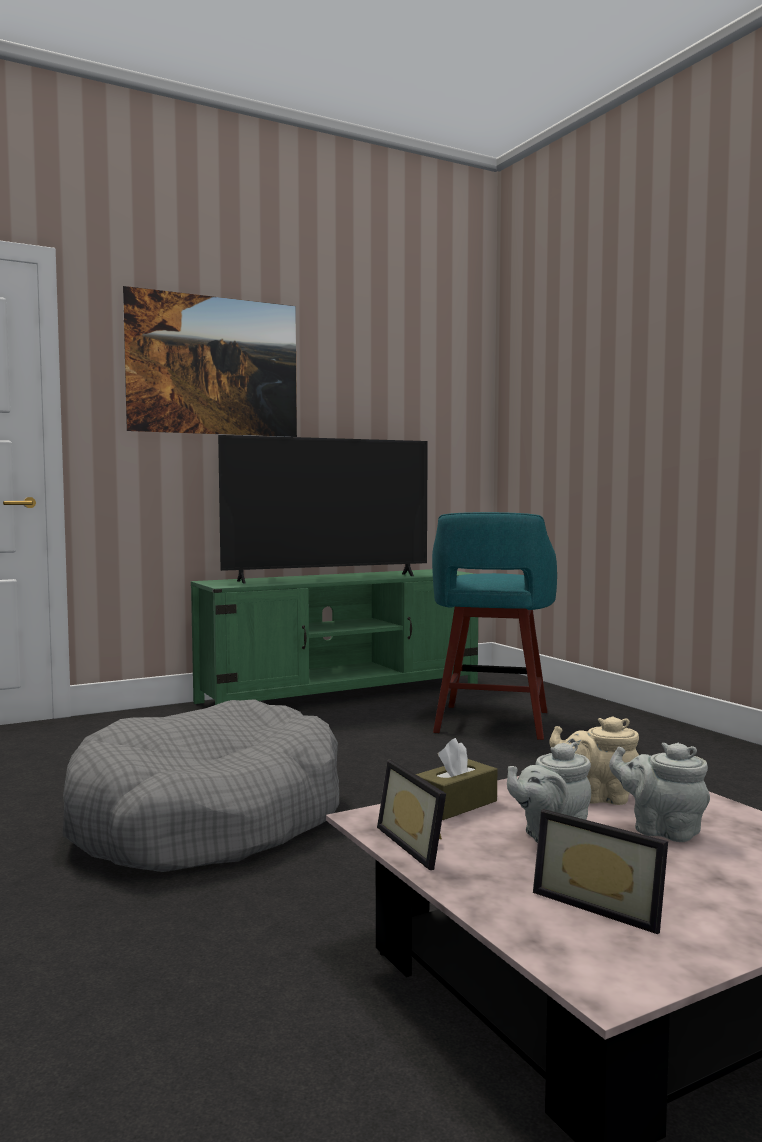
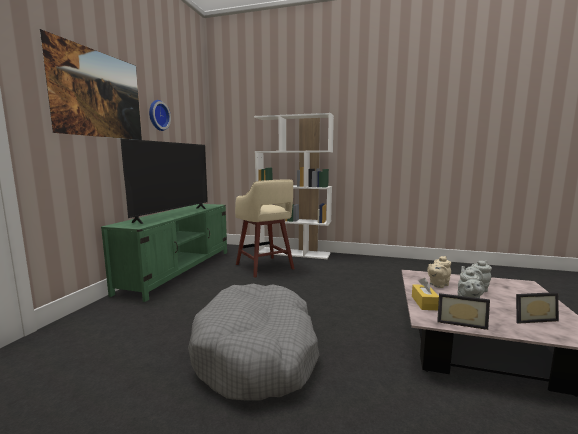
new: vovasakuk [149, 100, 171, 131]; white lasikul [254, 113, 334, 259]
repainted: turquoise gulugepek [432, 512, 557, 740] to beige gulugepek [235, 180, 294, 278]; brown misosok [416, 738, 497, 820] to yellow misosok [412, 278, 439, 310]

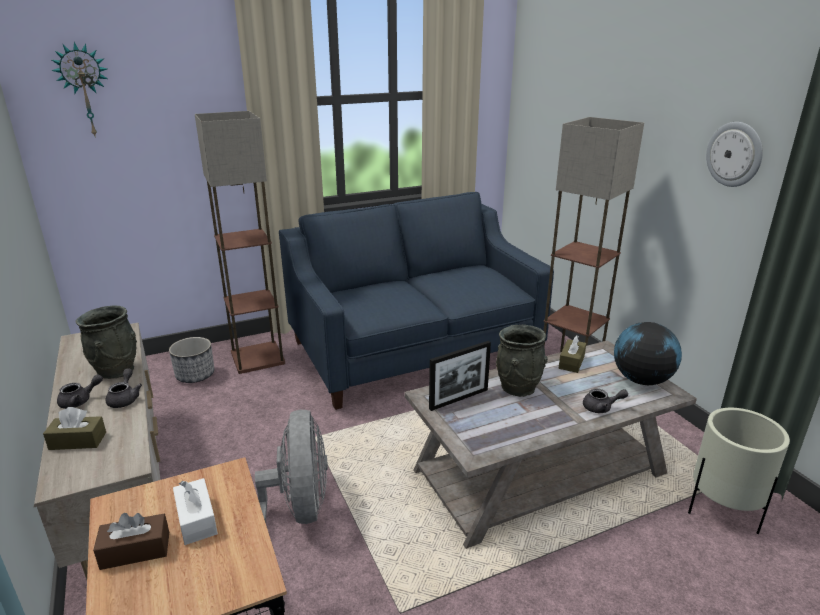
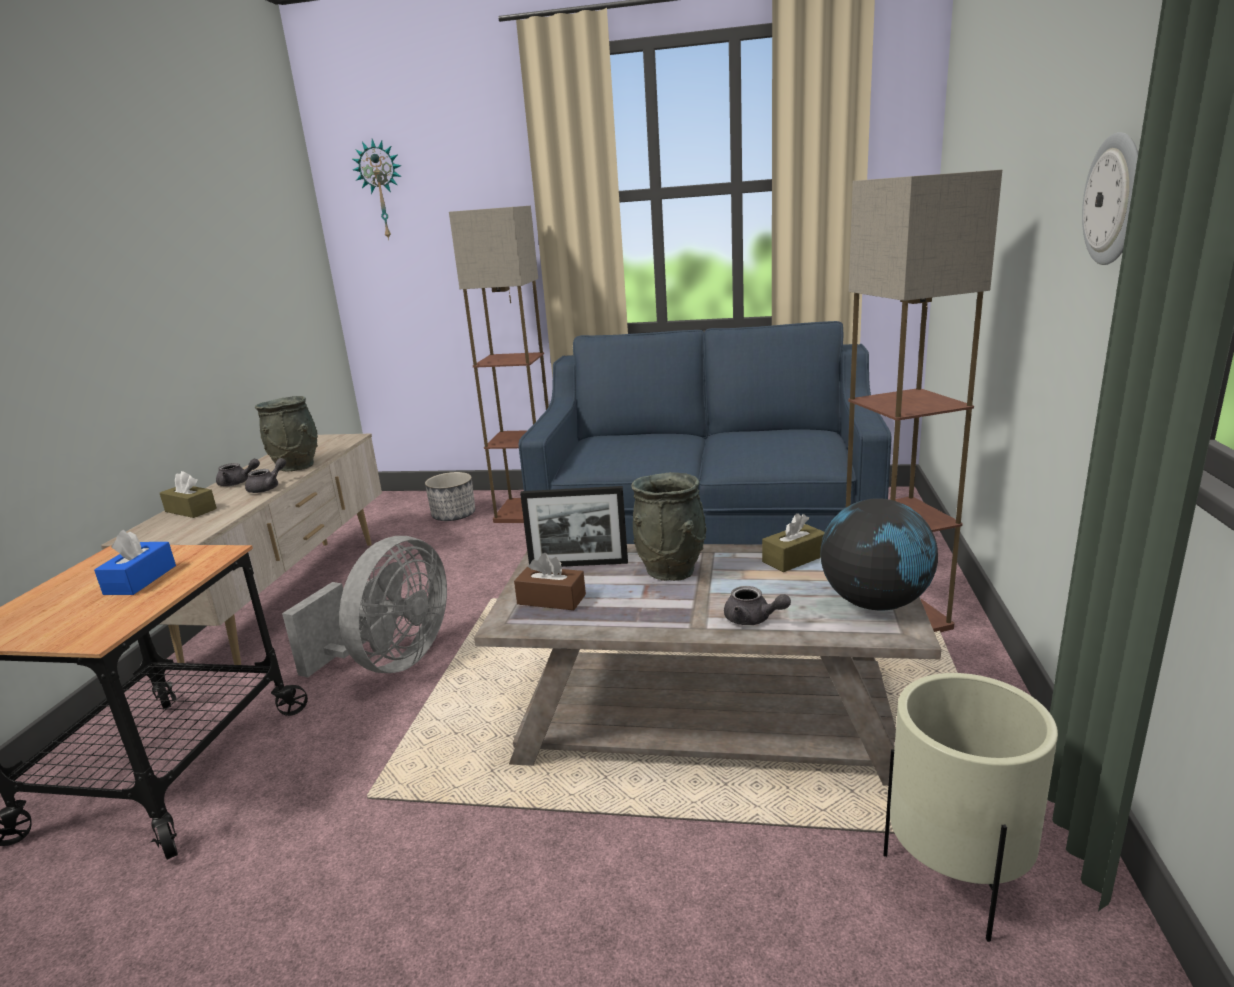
shifted: brown misosok [93, 513, 169, 570] to [514, 553, 586, 610]
repainted: white misosok [173, 478, 218, 545] to blue misosok [94, 530, 176, 595]

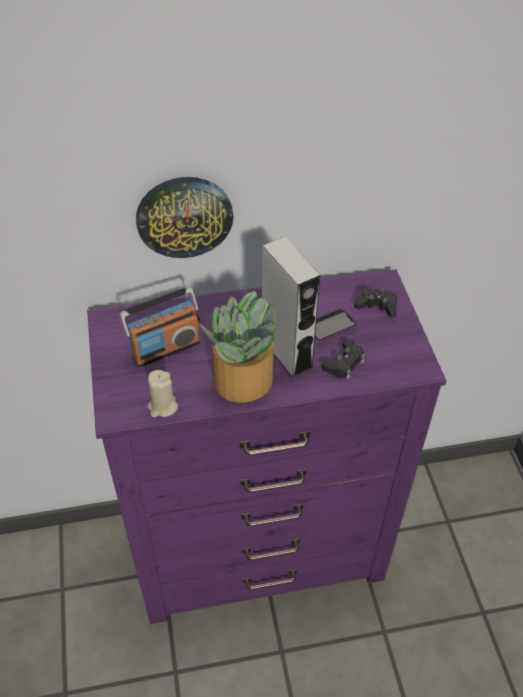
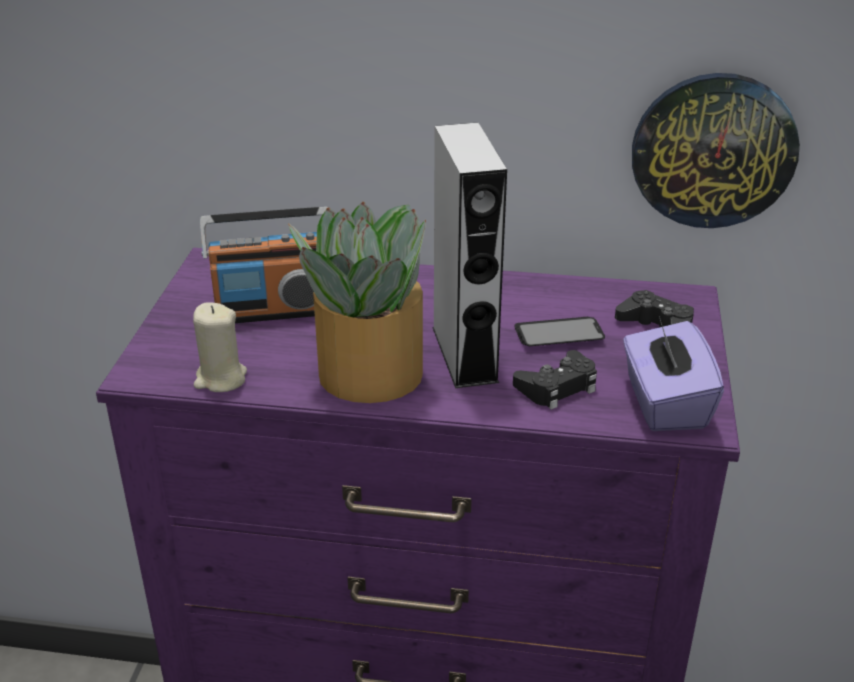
new: purple misosok [623, 316, 724, 431]
shifted: vovasakuk [136, 177, 233, 258] to [632, 73, 800, 228]

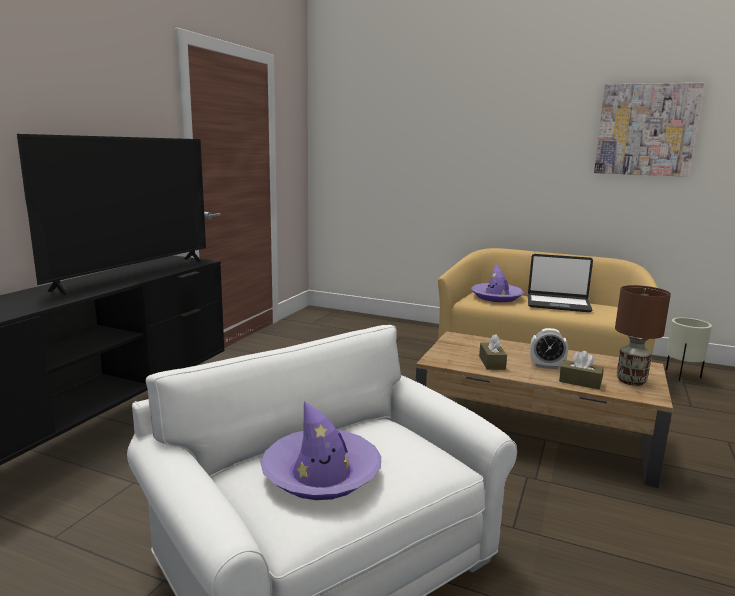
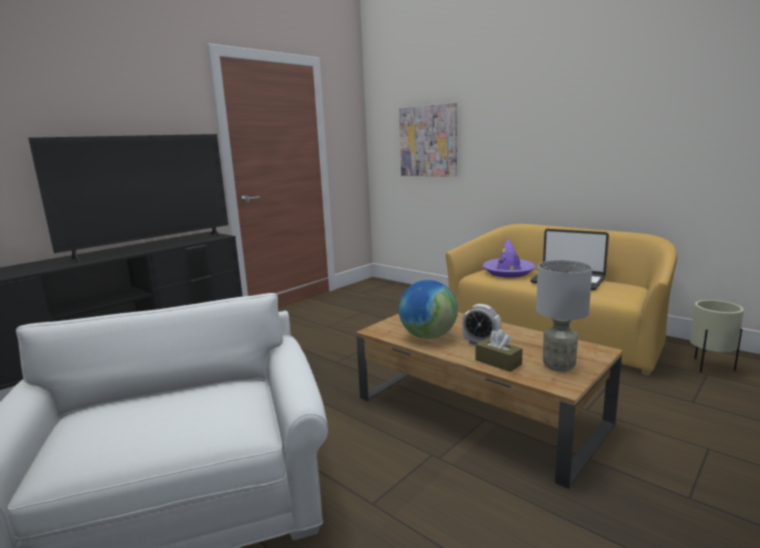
gone: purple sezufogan [260, 401, 381, 500]
shifted: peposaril [594, 83, 704, 177] to [399, 103, 457, 177]
swapped: brown misosok [479, 335, 507, 370] to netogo [399, 280, 458, 339]
repainted: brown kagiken [615, 285, 671, 386] to grey kagiken [536, 260, 592, 372]

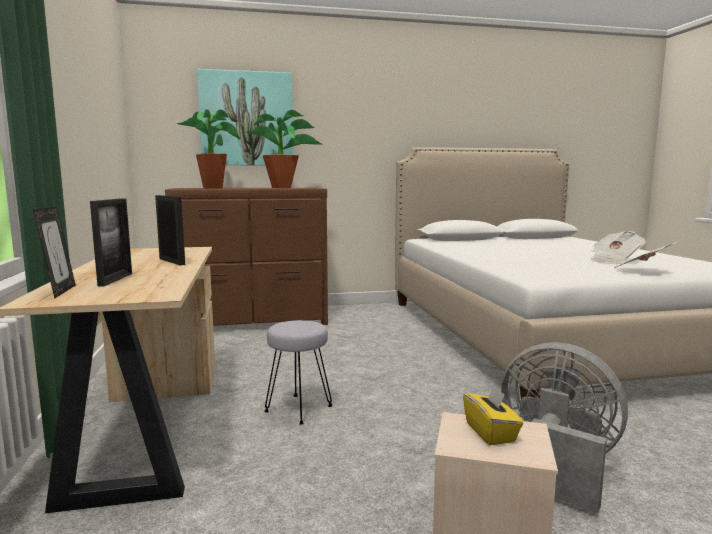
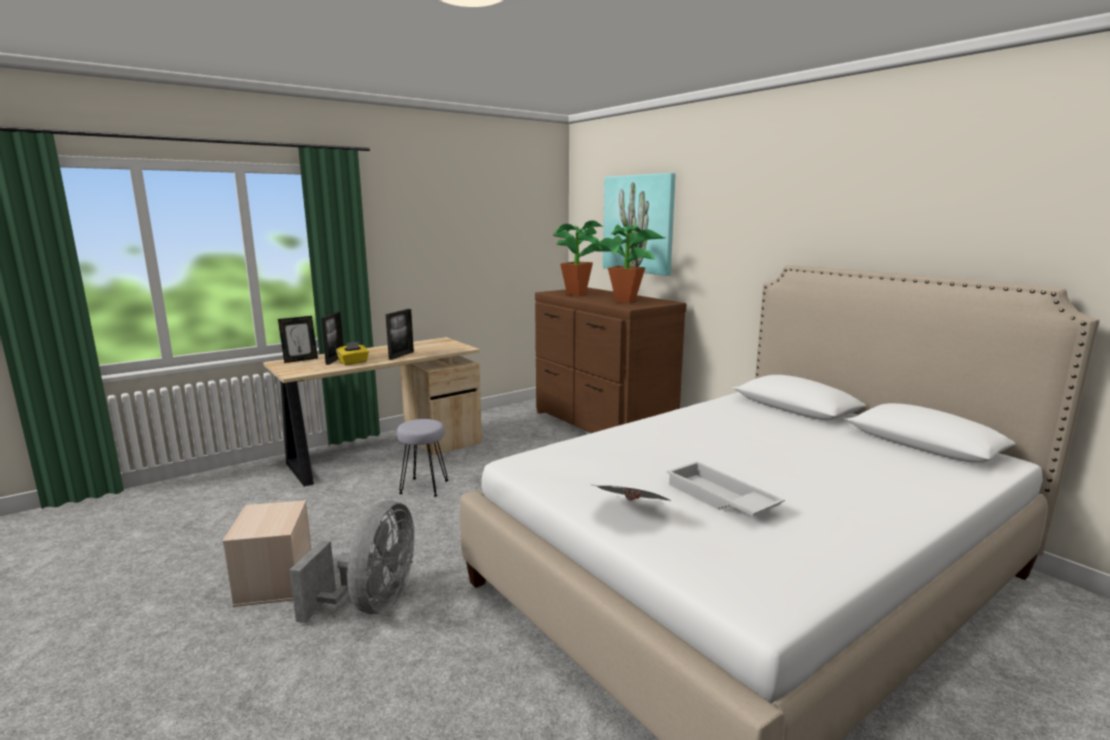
shifted: yellow misosok [463, 385, 523, 445] to [336, 341, 369, 365]
swapped: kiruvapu [590, 231, 646, 262] to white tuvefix [666, 461, 785, 516]
rotated: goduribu [90, 198, 132, 287] = [321, 312, 343, 365] 60 degrees counterclockwise

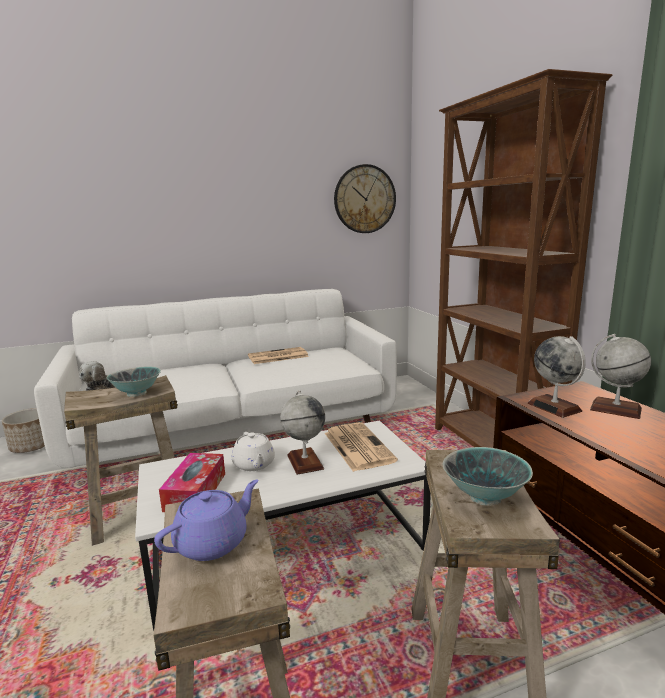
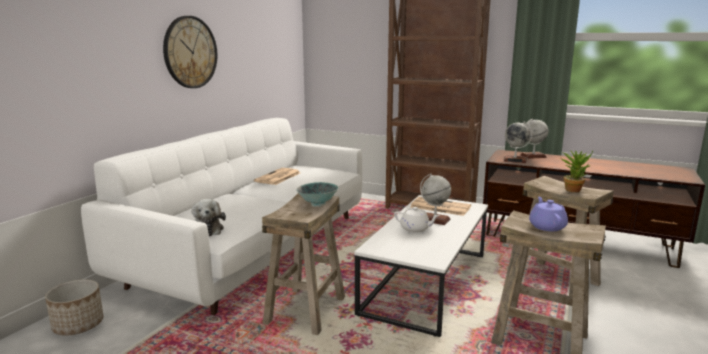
gone: misosok [159, 453, 225, 512]
shifted: vovasakuk [334, 164, 396, 233] to [163, 16, 217, 88]
swapped: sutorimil [443, 447, 533, 506] to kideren [560, 151, 593, 192]

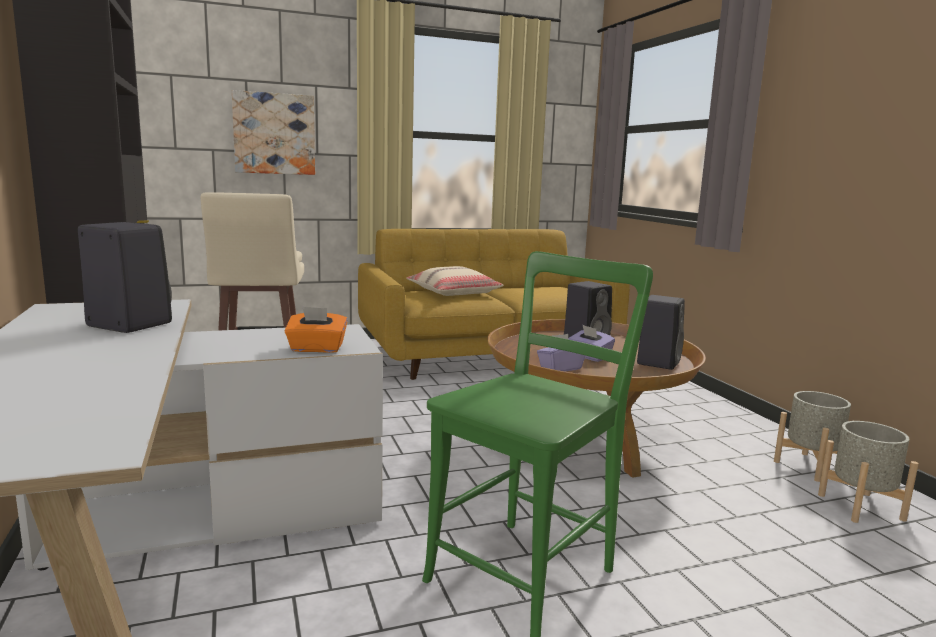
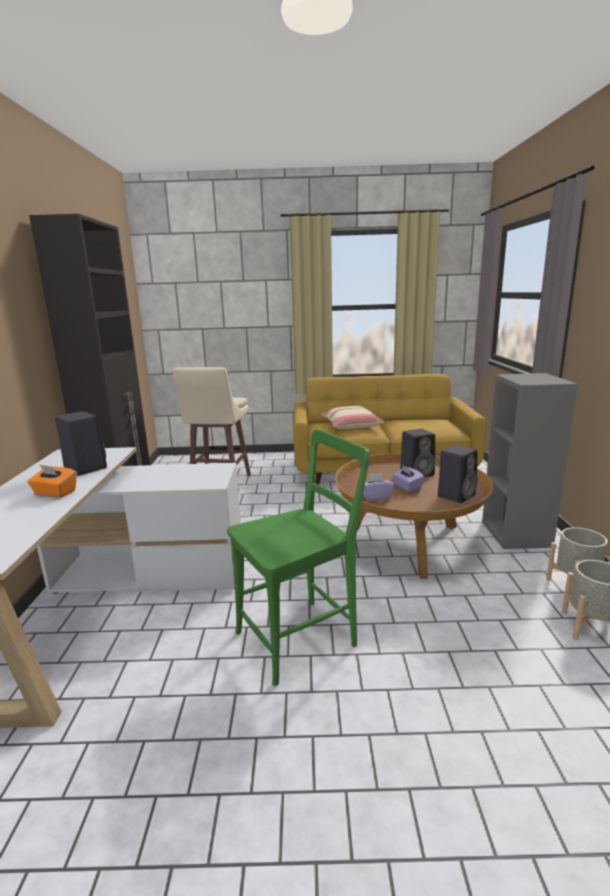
gone: peposaril [232, 90, 315, 175]
new: grey lasikul [482, 373, 578, 549]
shifted: orange misosok [285, 307, 348, 353] to [27, 464, 77, 498]

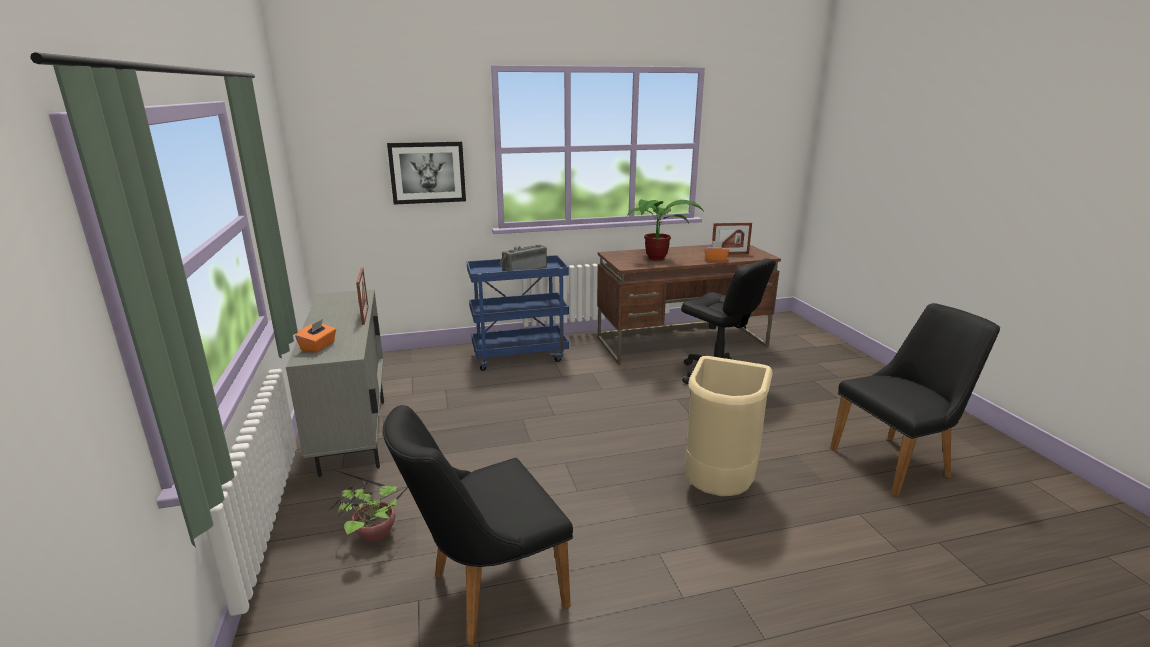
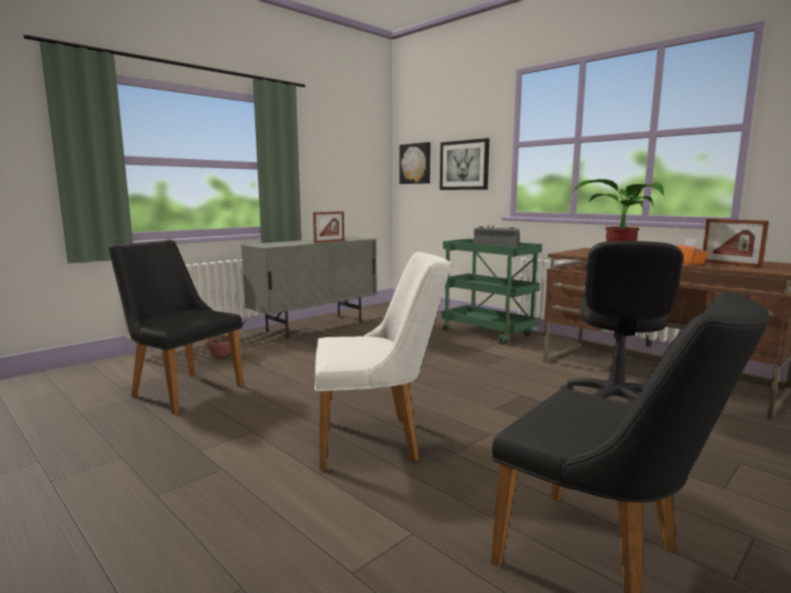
gone: orange misosok [295, 319, 336, 353]
new: peposaril [400, 142, 431, 184]
swapped: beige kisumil [685, 356, 773, 496] to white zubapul [315, 252, 451, 471]
repainted: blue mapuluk [466, 255, 569, 371] to green mapuluk [442, 239, 542, 345]

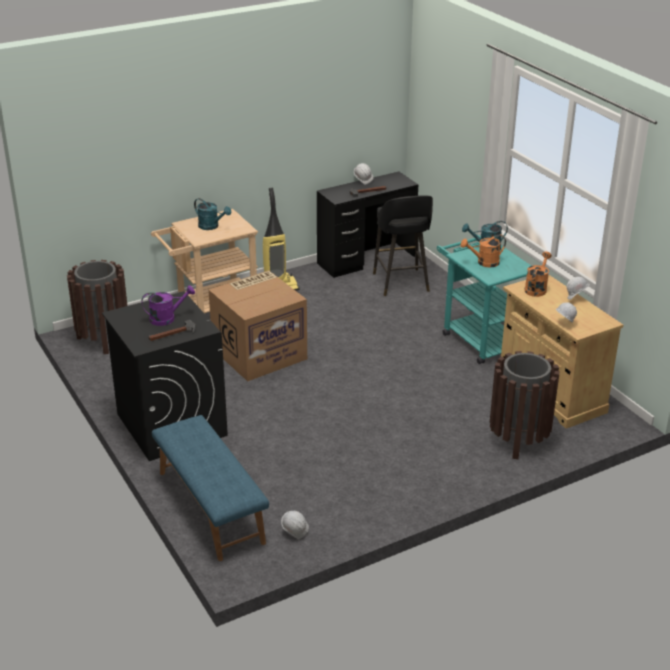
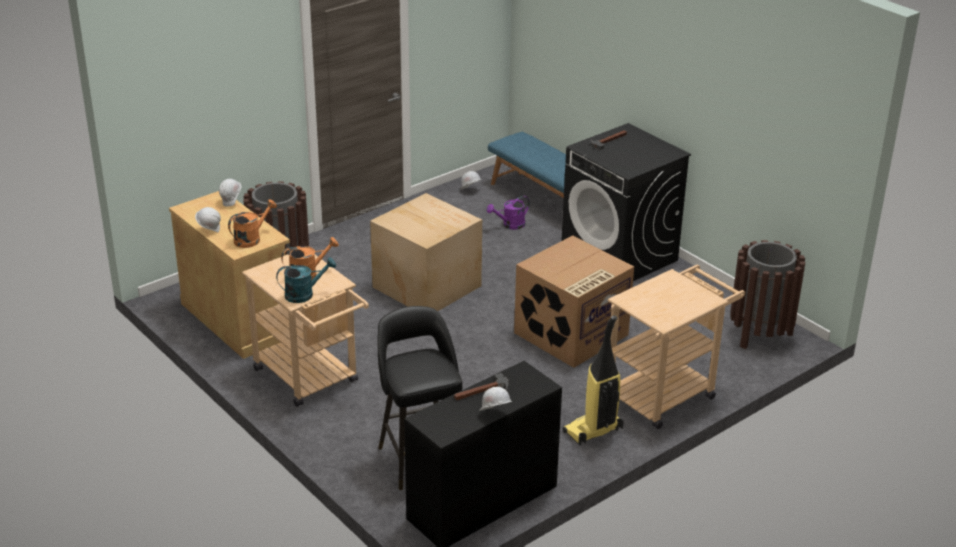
gone: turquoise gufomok [194, 198, 231, 230]
new: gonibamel [370, 193, 482, 311]
shifted: purple gufomok [141, 285, 195, 326] to [487, 196, 530, 230]
repainted: turquoise mapuluk [437, 235, 531, 364] to beige mapuluk [242, 254, 369, 407]
rotated: orange gufomok [524, 252, 552, 297] = [228, 199, 277, 248] 150 degrees counterclockwise

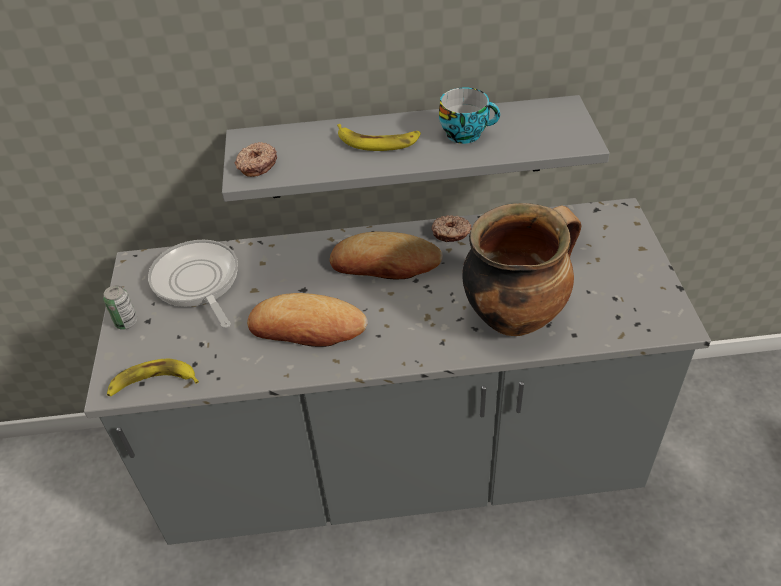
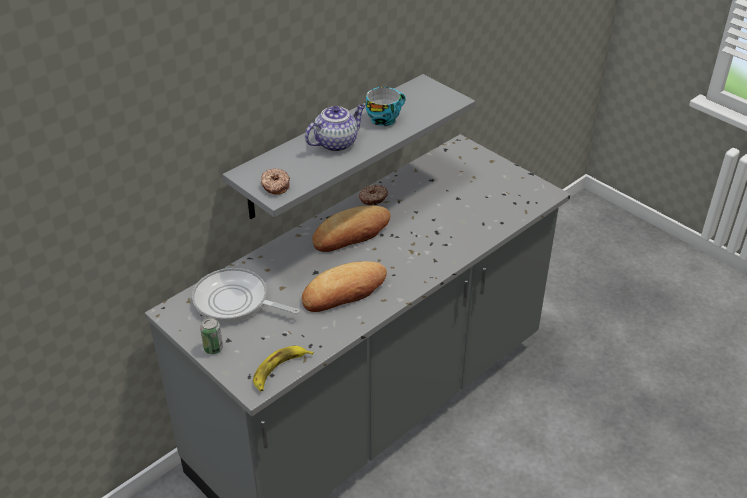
gone: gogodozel [462, 203, 581, 336]
swapped: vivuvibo [337, 124, 421, 151] to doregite [305, 104, 365, 152]

